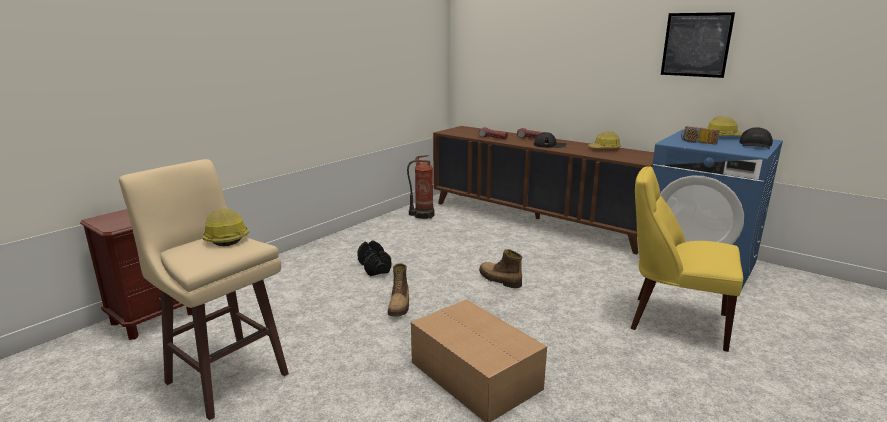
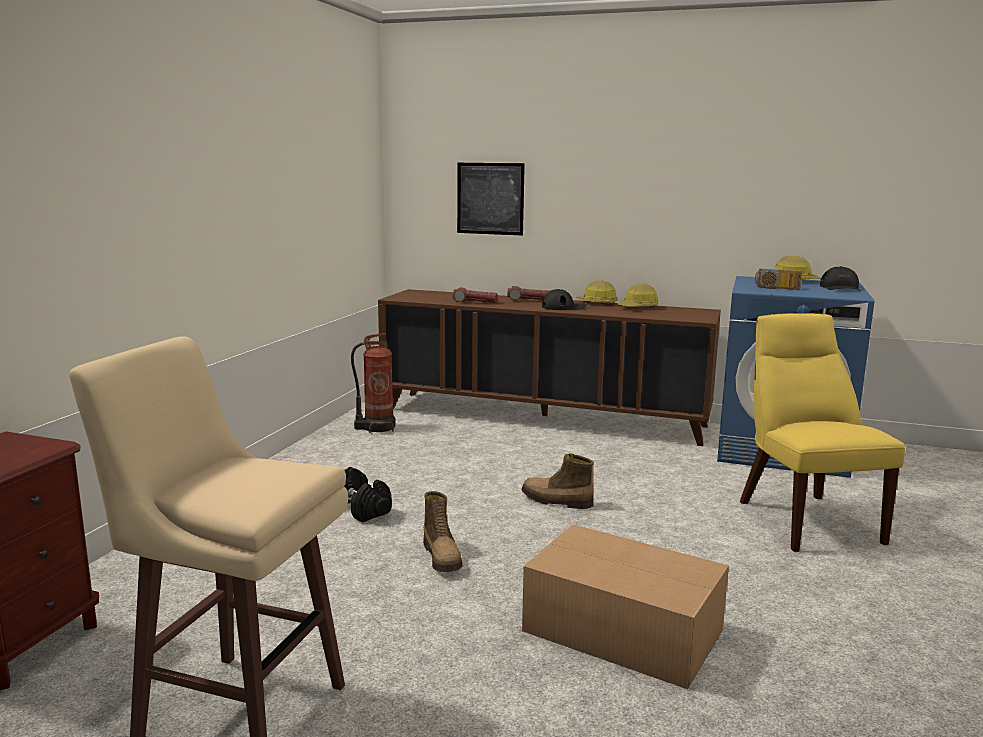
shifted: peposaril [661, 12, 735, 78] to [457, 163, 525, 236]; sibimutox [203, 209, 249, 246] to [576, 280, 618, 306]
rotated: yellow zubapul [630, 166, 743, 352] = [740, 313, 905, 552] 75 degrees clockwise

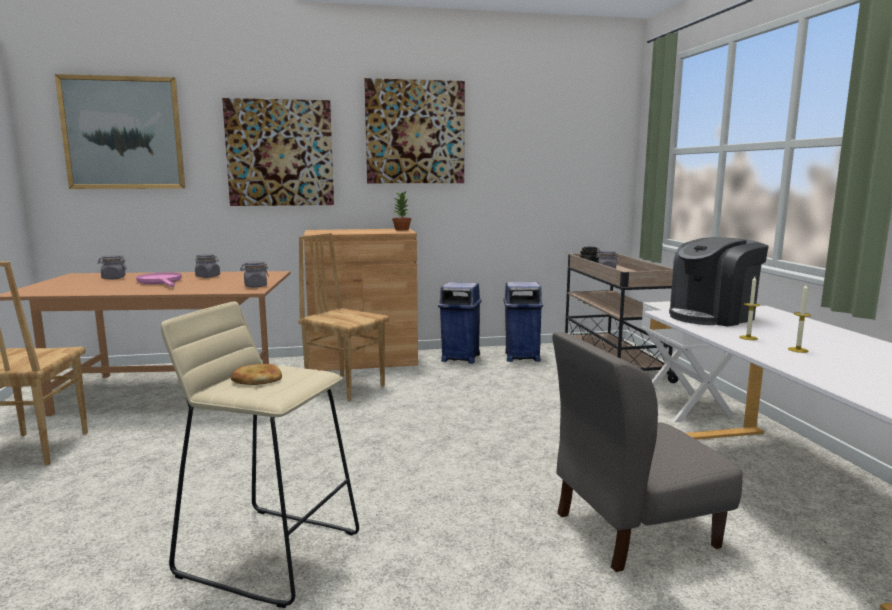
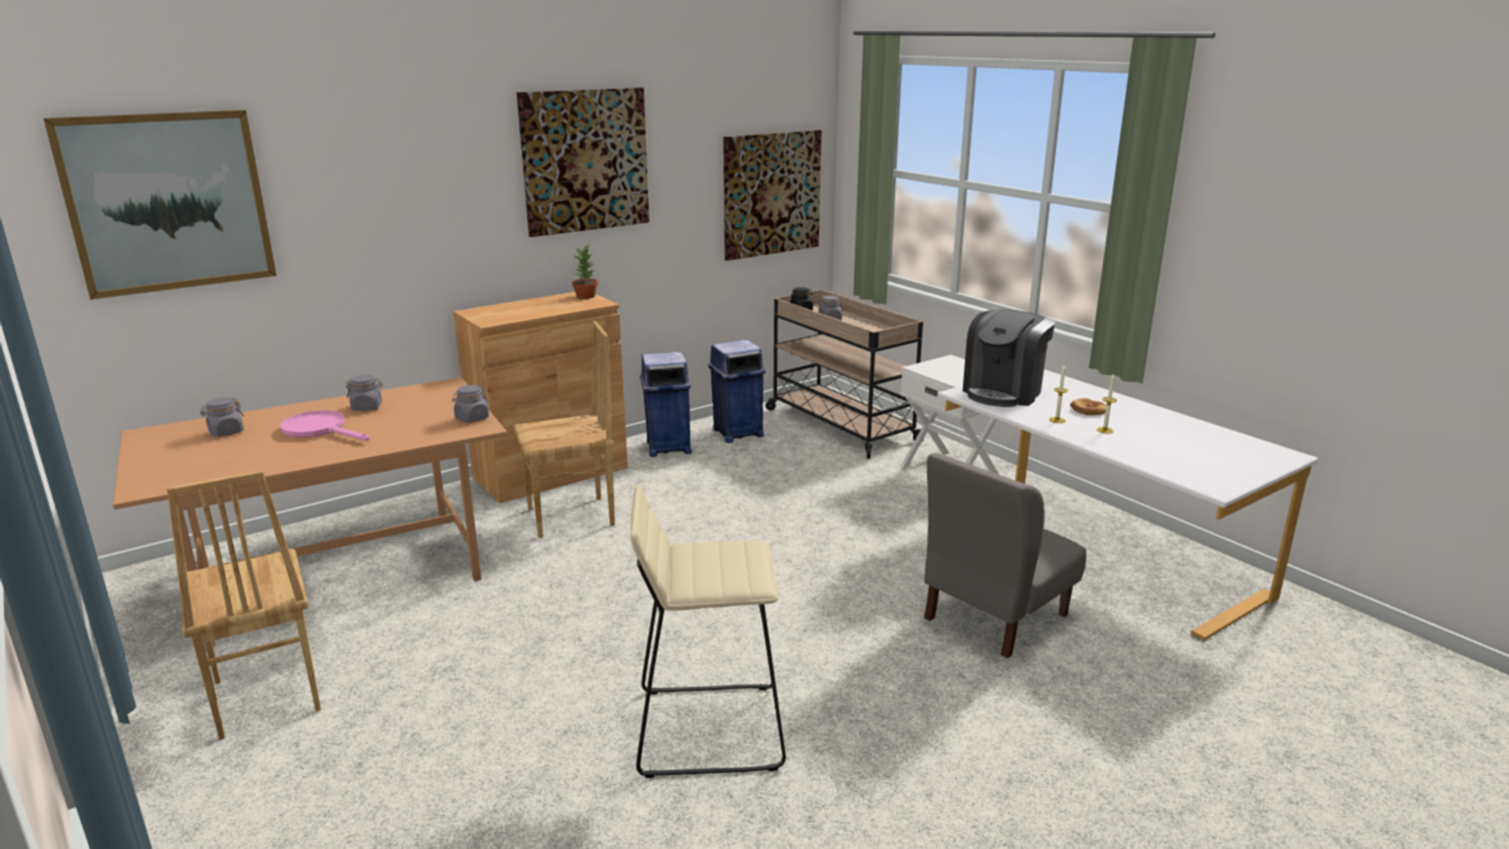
shifted: peposaril [222, 98, 334, 206] to [723, 130, 822, 261]; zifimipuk [231, 364, 282, 385] to [1070, 398, 1106, 415]
rotated: brown zubapul [298, 233, 389, 401] = [513, 321, 615, 538] 150 degrees clockwise

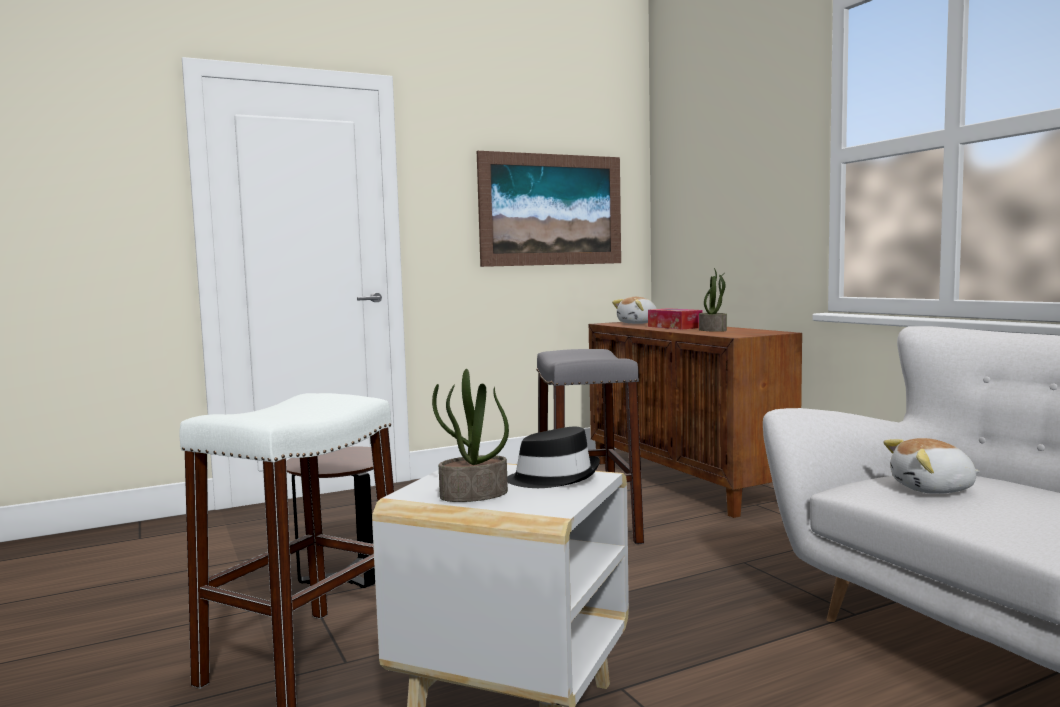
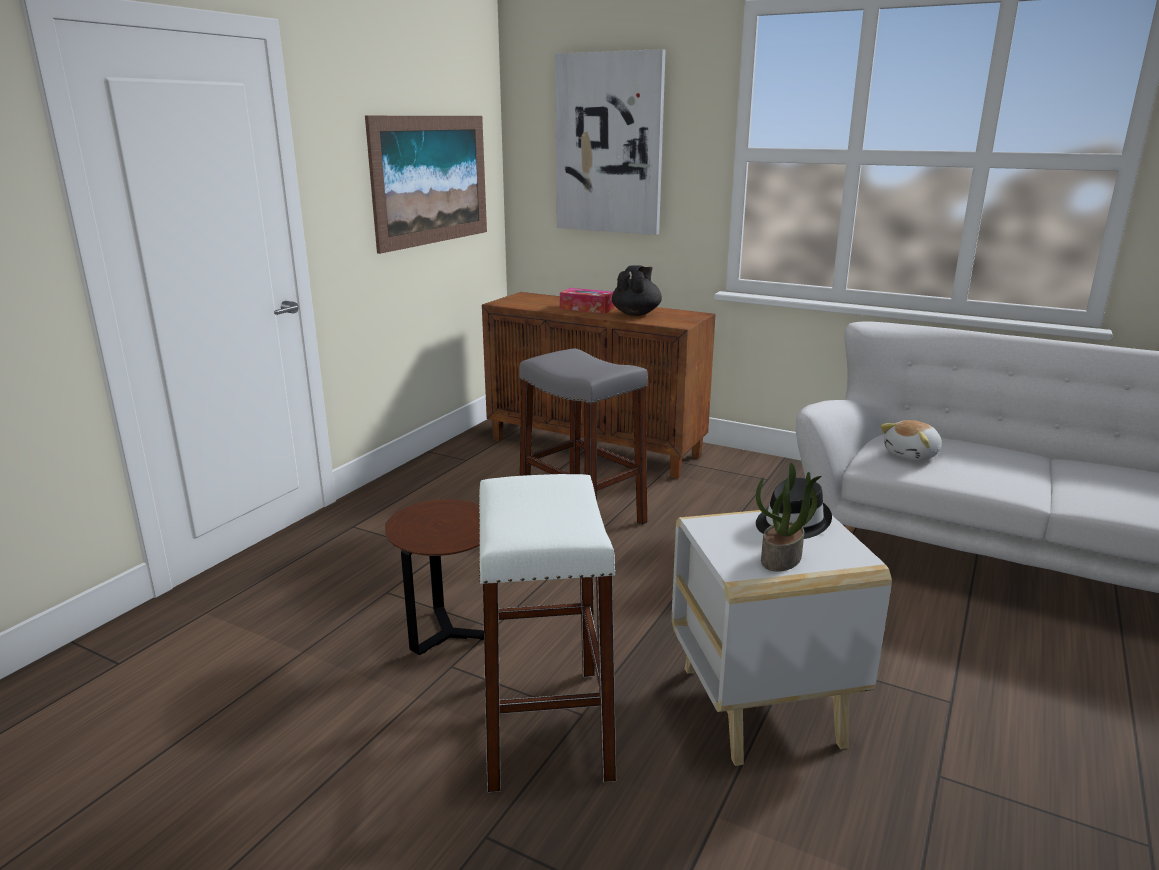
gone: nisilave [612, 297, 657, 324]
new: peposaril [555, 49, 666, 235]
swapped: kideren [699, 268, 727, 332] to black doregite [612, 265, 662, 316]

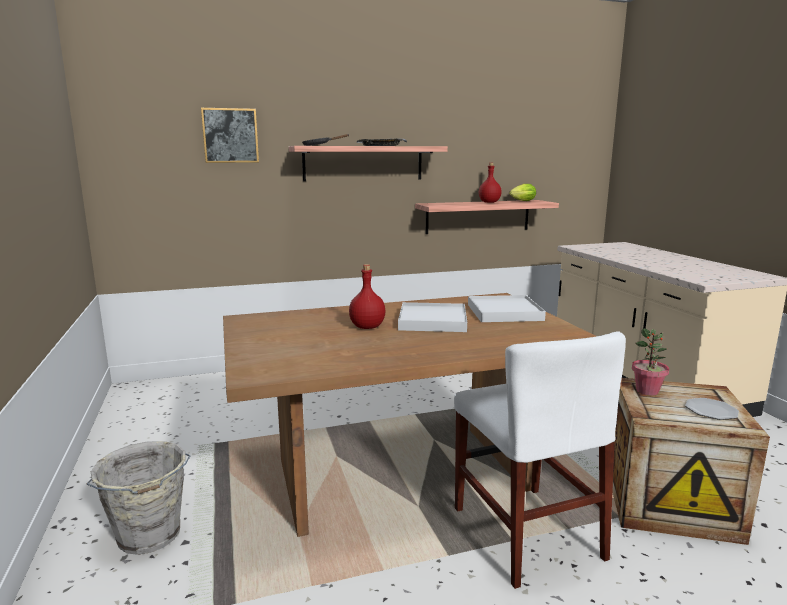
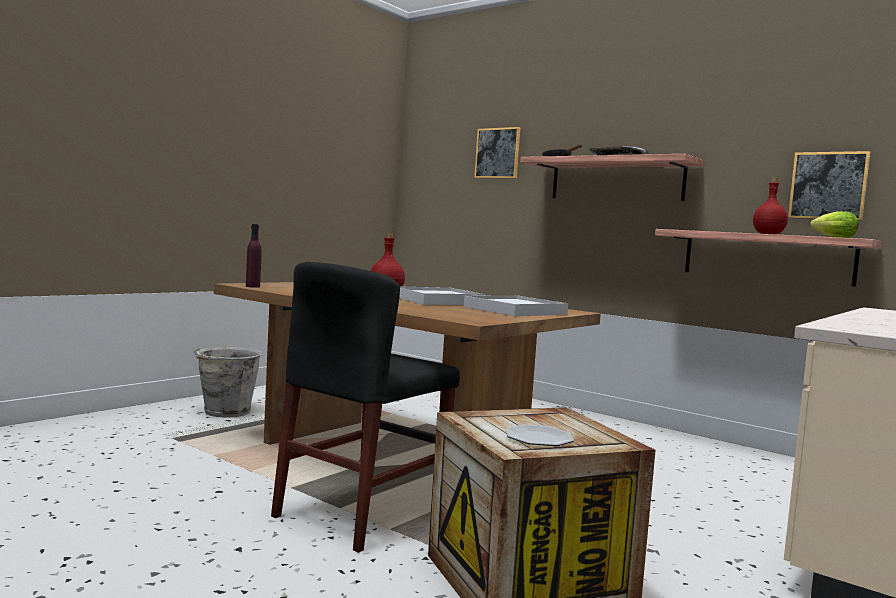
gone: kideren [632, 328, 669, 395]
new: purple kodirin [246, 224, 261, 288]; peposaril [788, 151, 870, 221]
repainted: white zubapul [454, 332, 626, 589] to black zubapul [271, 262, 460, 553]

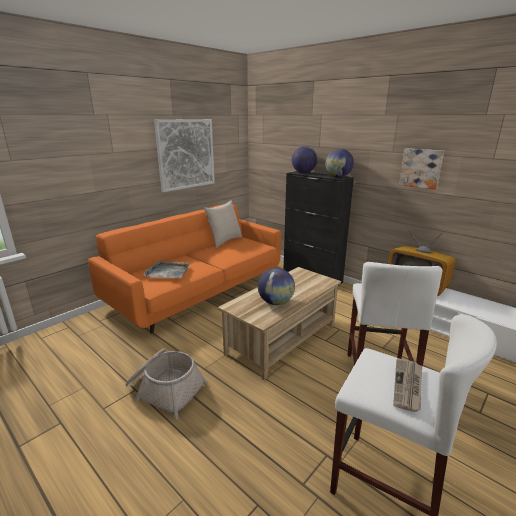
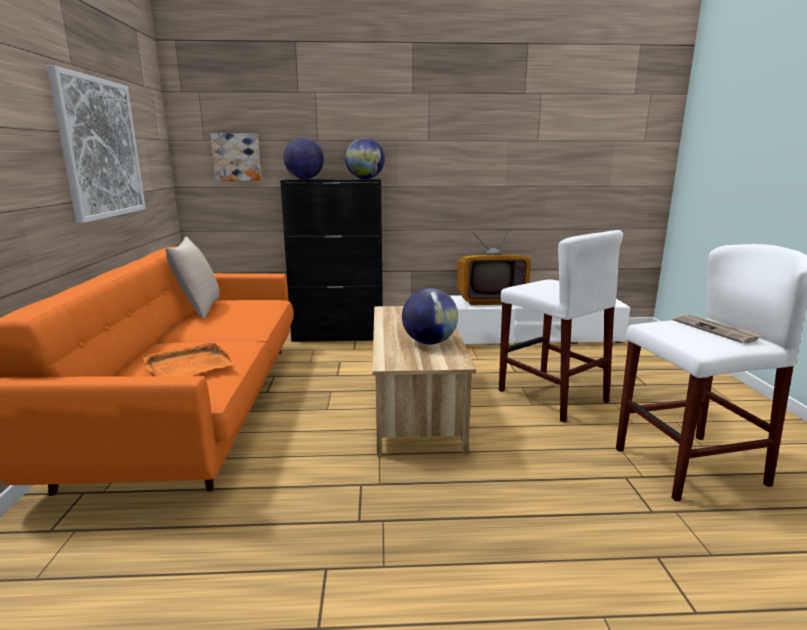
gone: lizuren [126, 348, 208, 420]
shifted: peposaril [399, 148, 444, 189] to [210, 133, 261, 181]
repainted: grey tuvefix [143, 261, 190, 278] to orange tuvefix [143, 343, 234, 376]

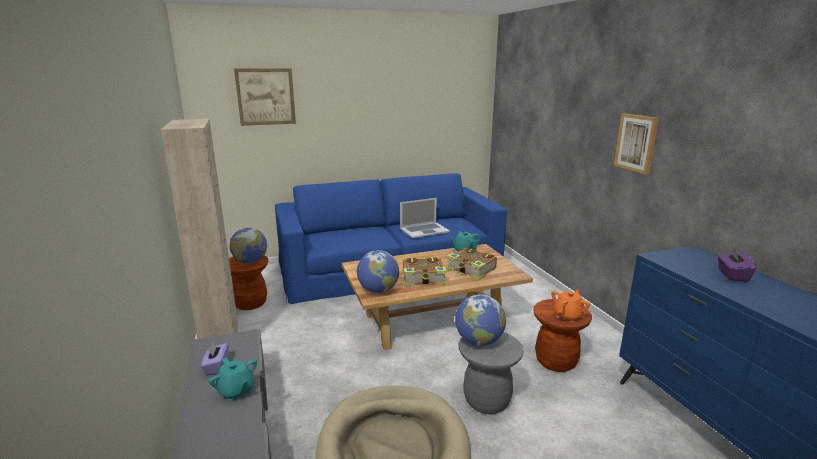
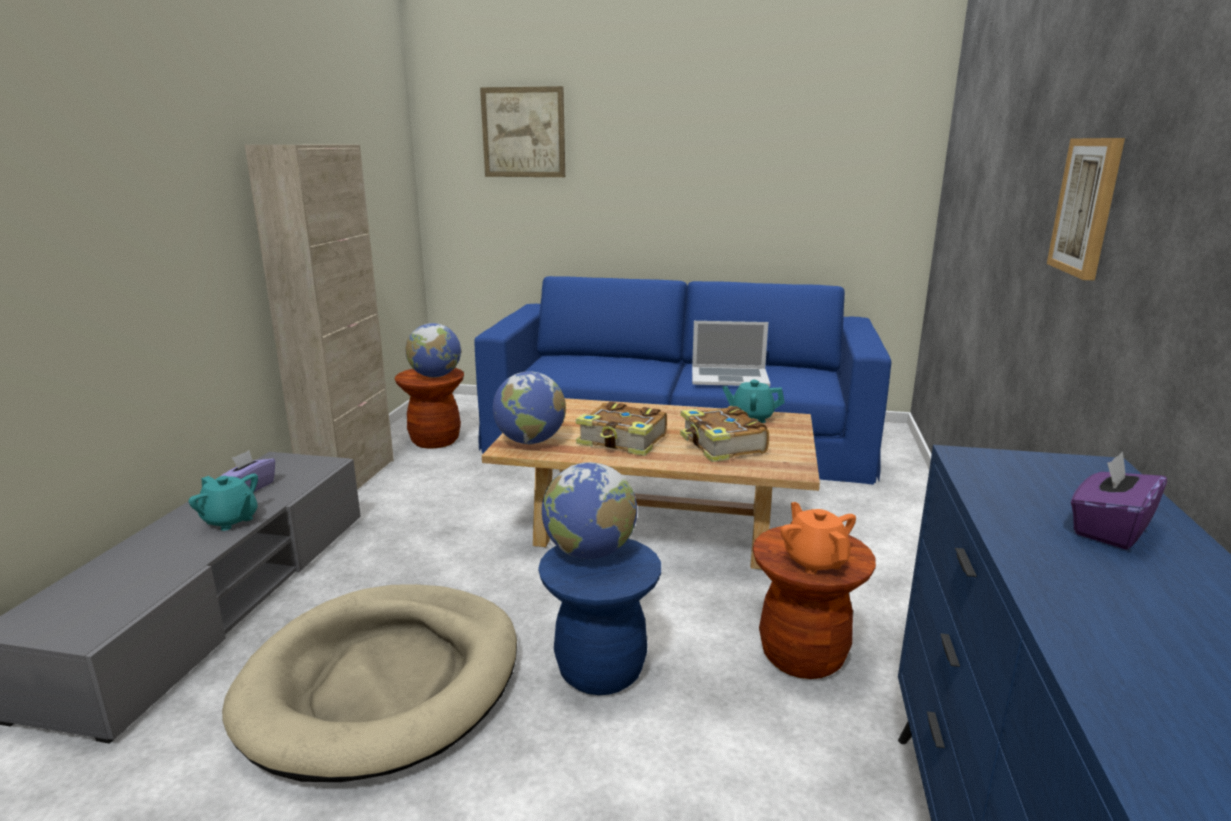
repainted: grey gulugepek [459, 332, 524, 414] to blue gulugepek [538, 539, 661, 695]
rotated: turquoise doregite [209, 357, 257, 401] = [188, 474, 258, 531] 45 degrees counterclockwise; orange doregite [551, 289, 590, 322] = [780, 502, 856, 574] 90 degrees counterclockwise

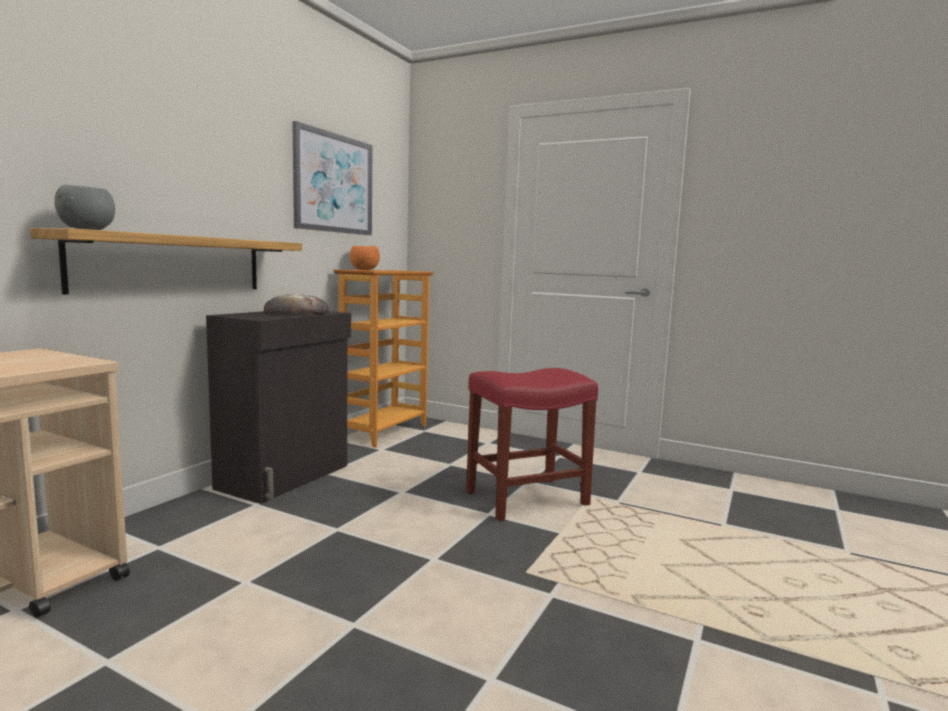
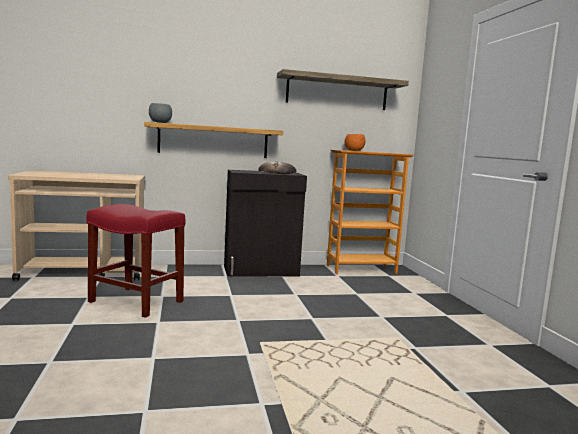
shifted: red gulugepek [466, 368, 598, 521] to [86, 204, 185, 318]
swapped: peposaril [292, 121, 373, 235] to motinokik [277, 69, 409, 110]

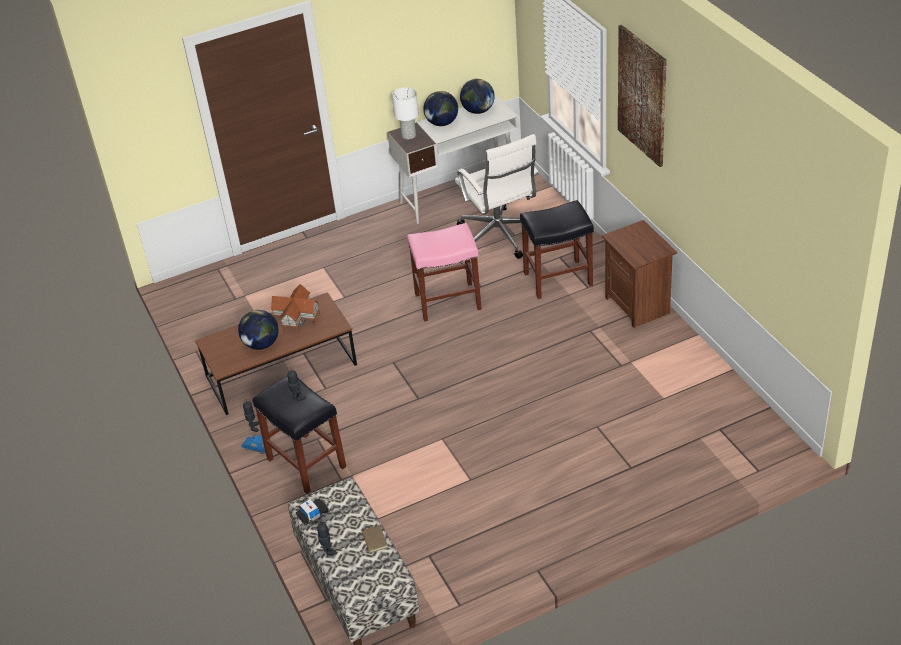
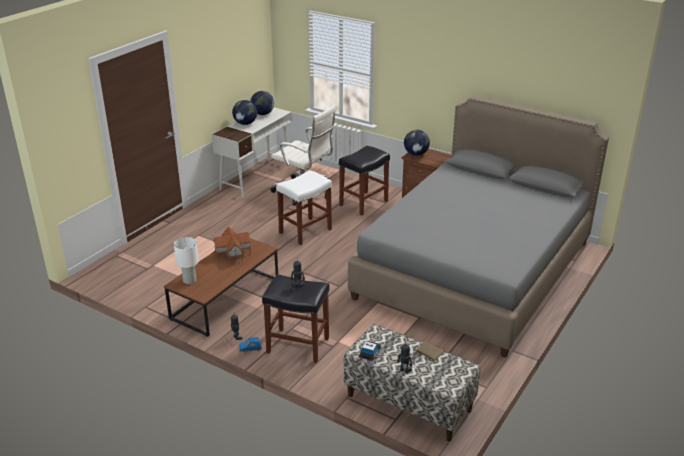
gone: peposaril [618, 25, 667, 167]
new: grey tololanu [348, 96, 609, 358]
shifted: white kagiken [392, 87, 419, 139] to [174, 237, 199, 284]; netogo [238, 310, 279, 350] to [404, 130, 430, 156]
repainted: pink gulugepek [407, 223, 482, 321] to white gulugepek [276, 170, 332, 245]

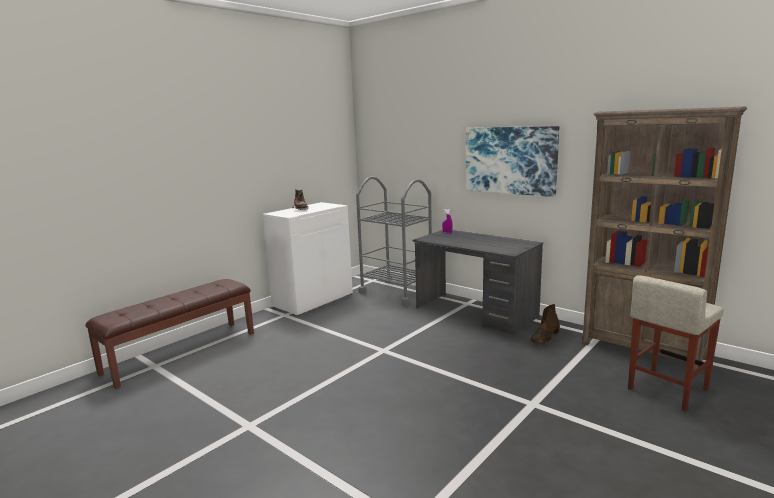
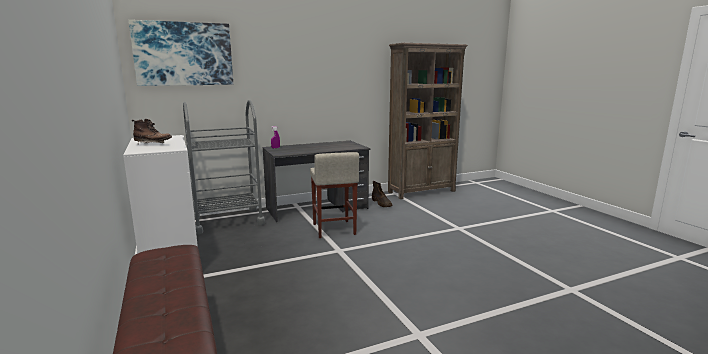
shifted: peposaril [466, 126, 559, 197] to [129, 20, 233, 86]; beige gulugepek [628, 275, 724, 411] to [310, 152, 359, 238]

